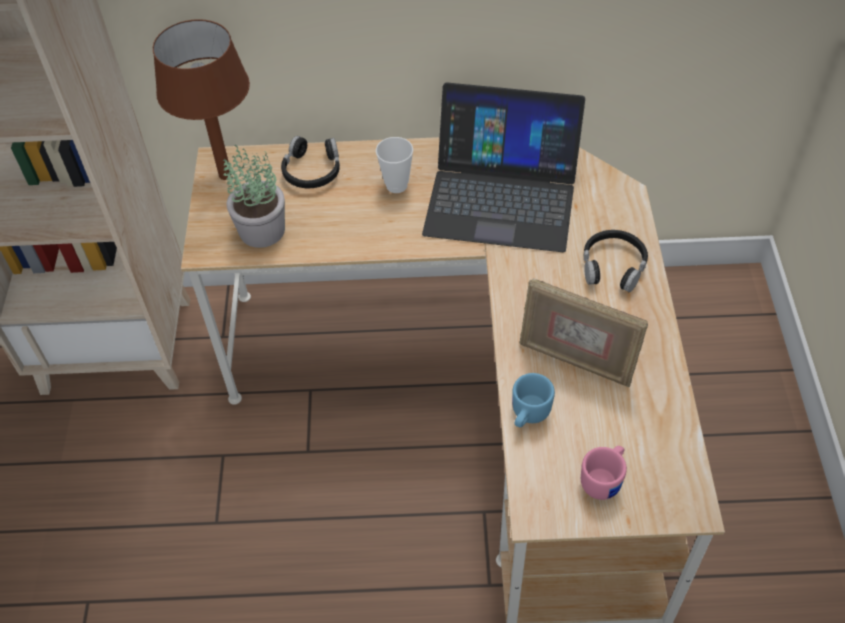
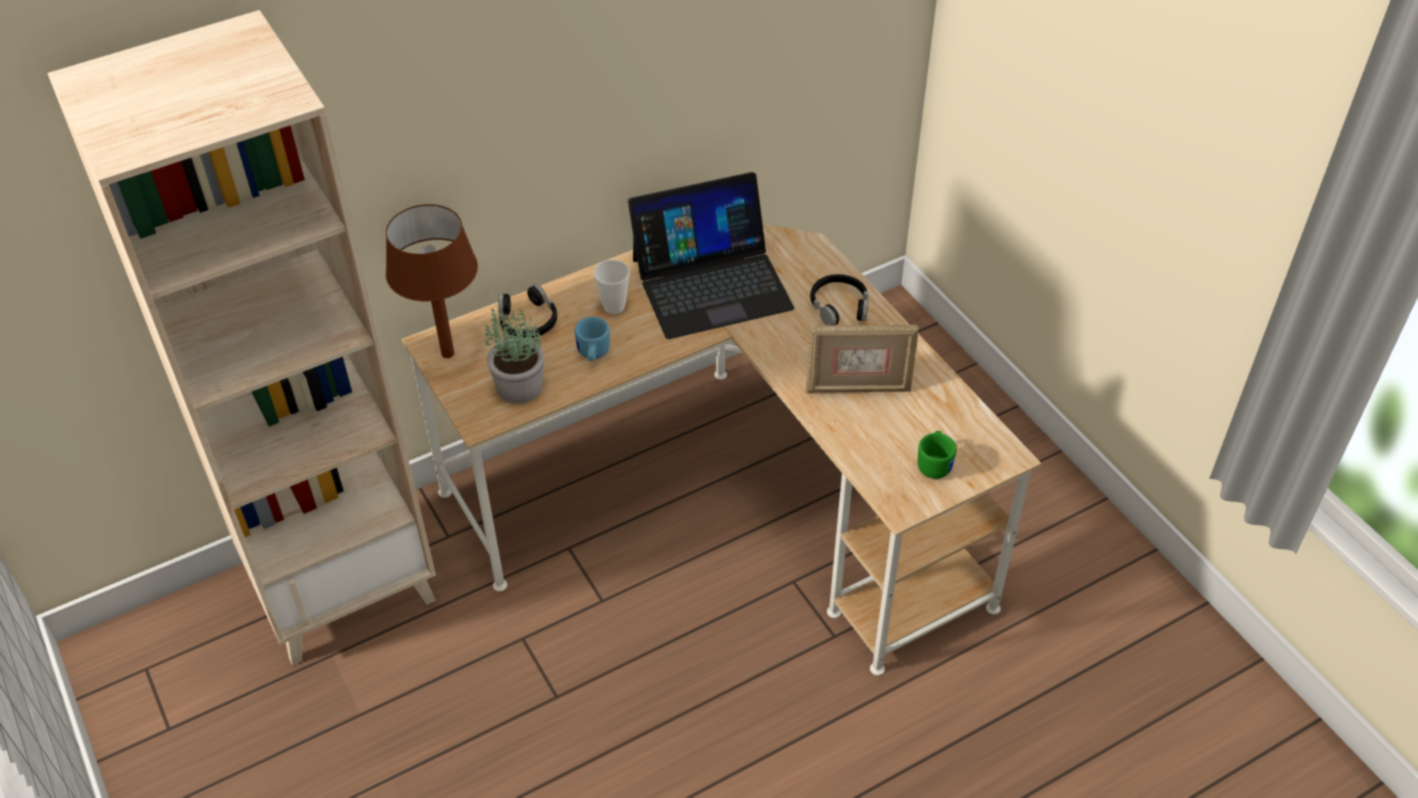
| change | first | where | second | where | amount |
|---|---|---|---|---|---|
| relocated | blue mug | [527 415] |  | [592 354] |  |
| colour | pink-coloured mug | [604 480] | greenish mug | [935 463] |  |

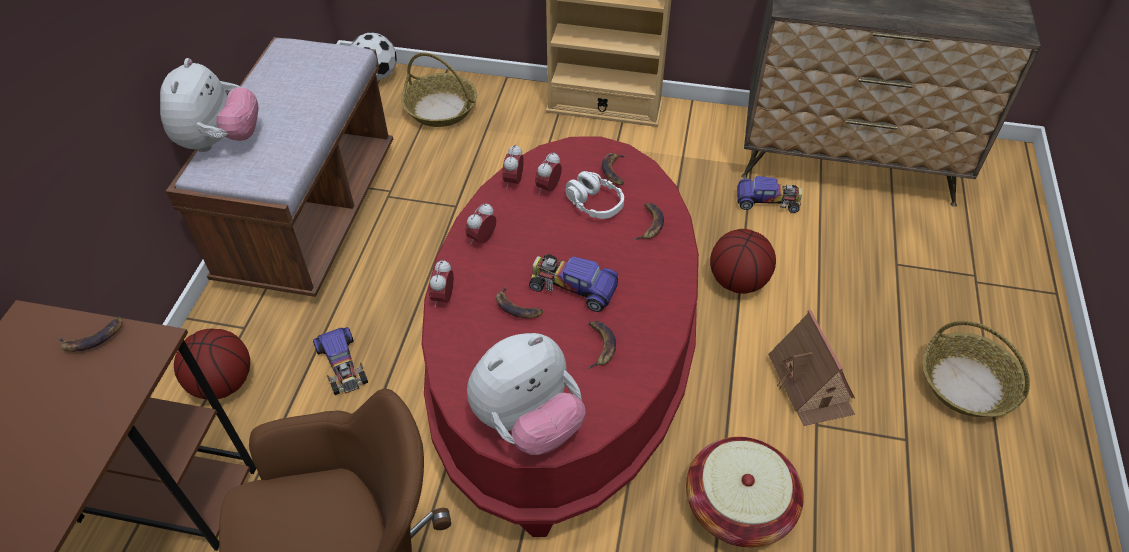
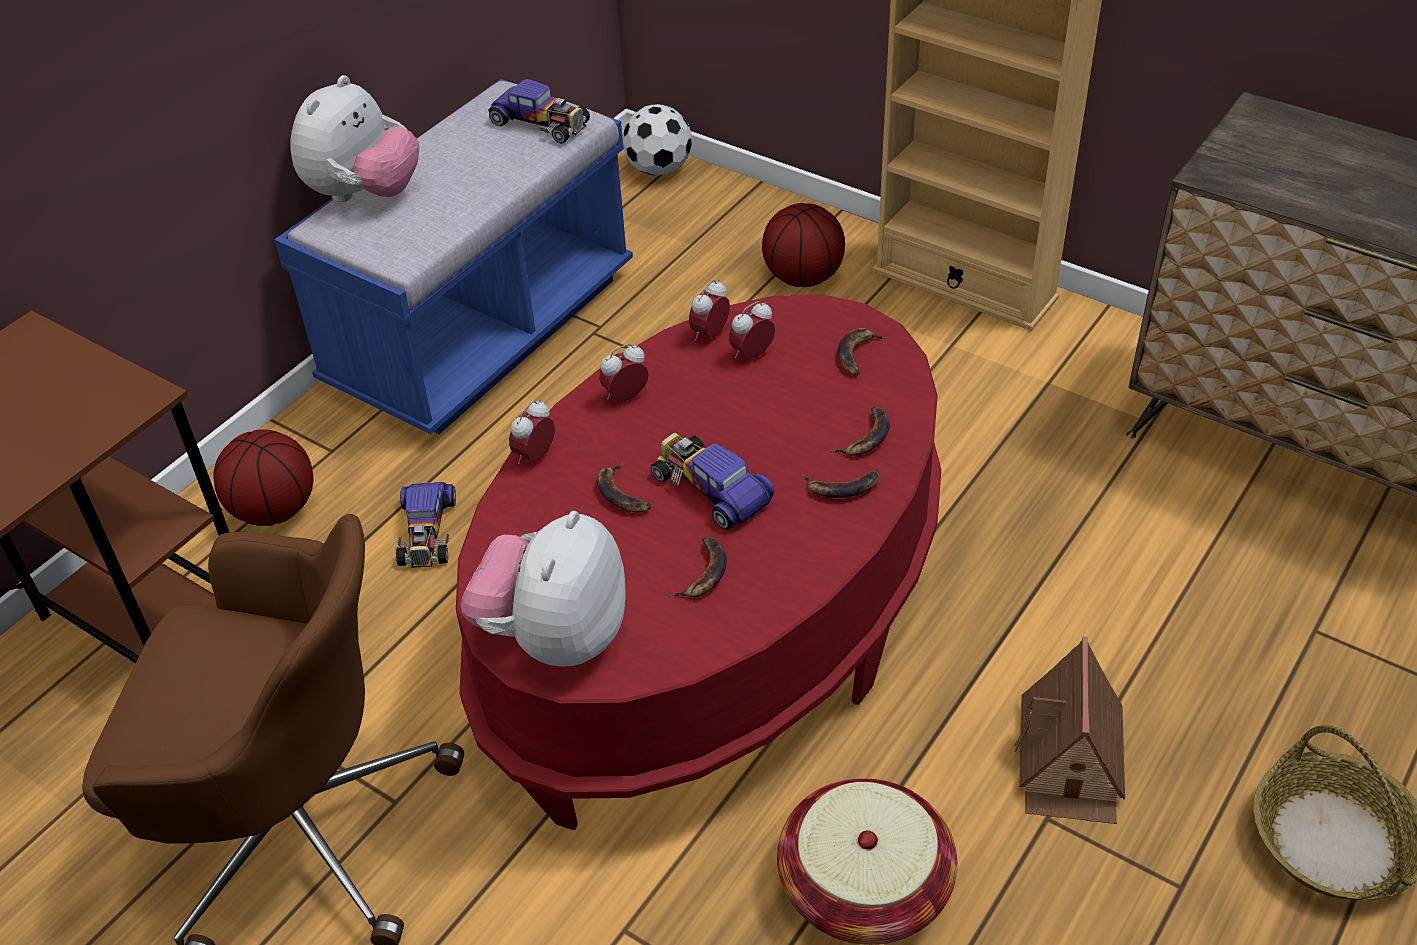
| change | first | where | second | where | amount |
|---|---|---|---|---|---|
| colour | brownish indoor bench | [310 215] | blue indoor bench | [481 332] |  |
| missing | basket | [441 109] |  |  |  |
| missing | white headset | [594 203] |  |  |  |
| relocated | toy car | [767 200] |  | [540 122] |  |
| relocated | basketball | [738 281] |  | [804 278] |  |
| relocated | whole banana | [93 338] |  | [843 487] |  |
| spun | cuddly toy | [528 422] |  | [555 637] | 120 degrees clockwise |

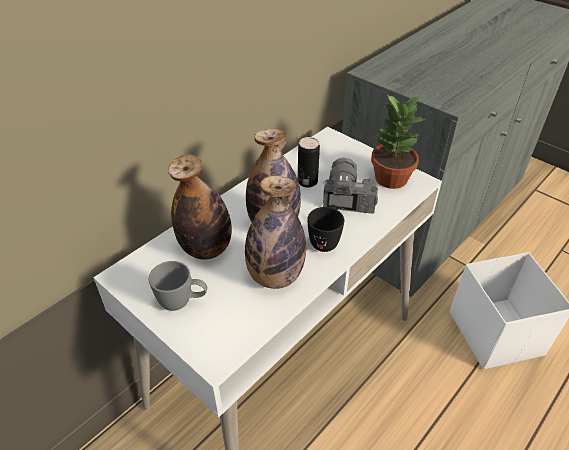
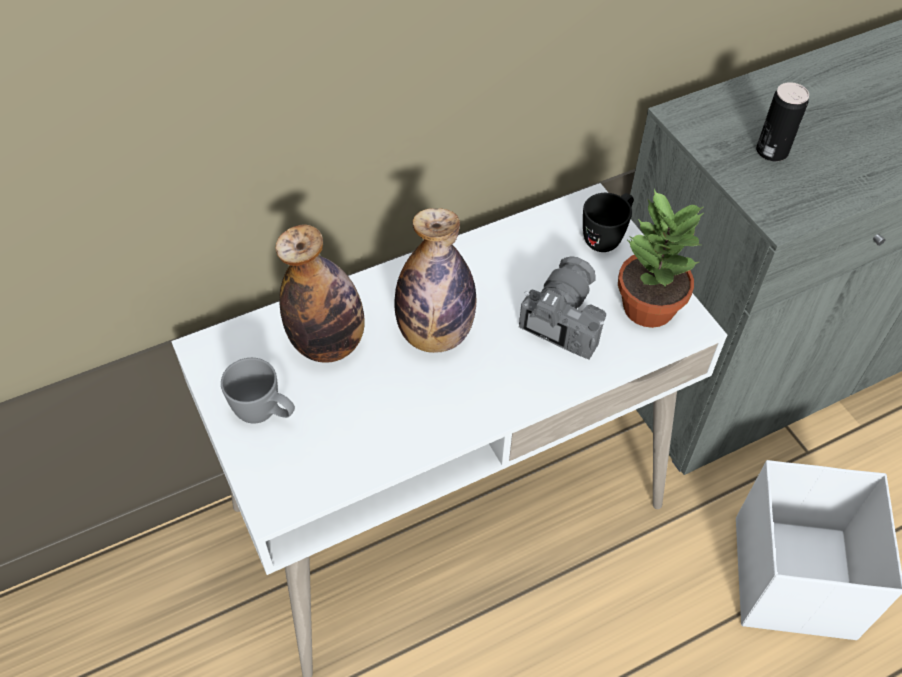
| change | first | where | second | where | amount |
|---|---|---|---|---|---|
| relocated | can | [307 182] |  | [771 151] |  |
| missing | beverage bottle | [275 276] |  |  |  |
| relocated | blackish mug | [326 240] |  | [606 237] |  |

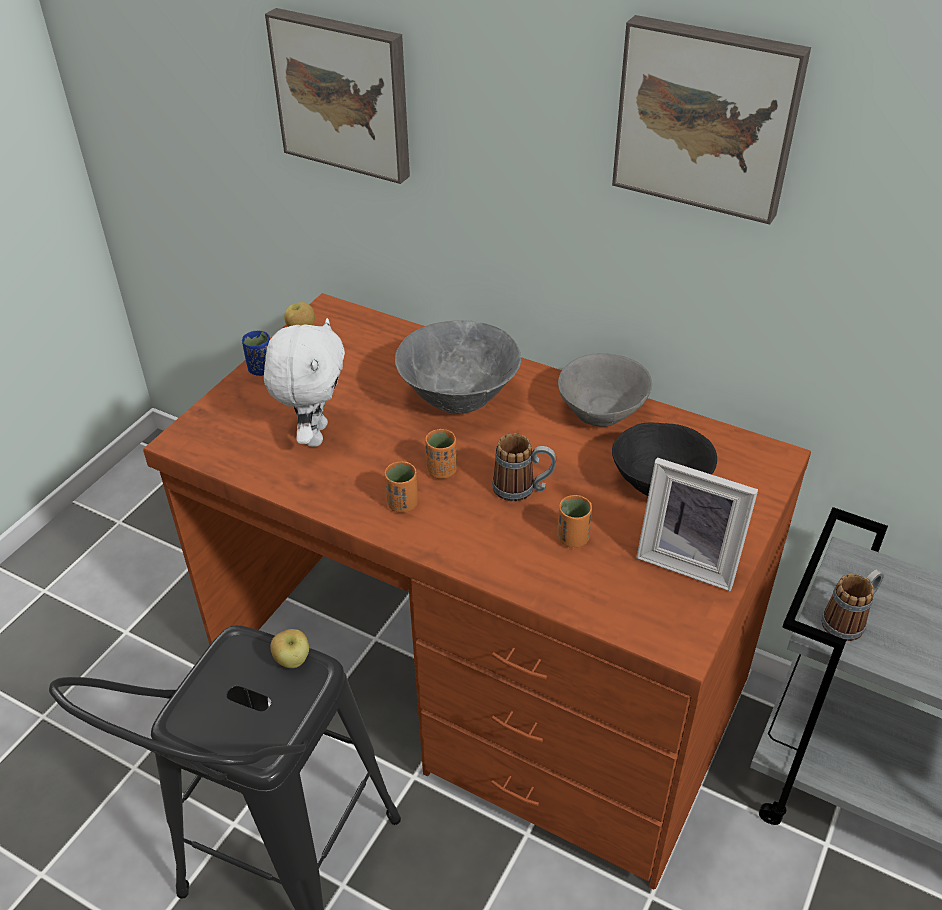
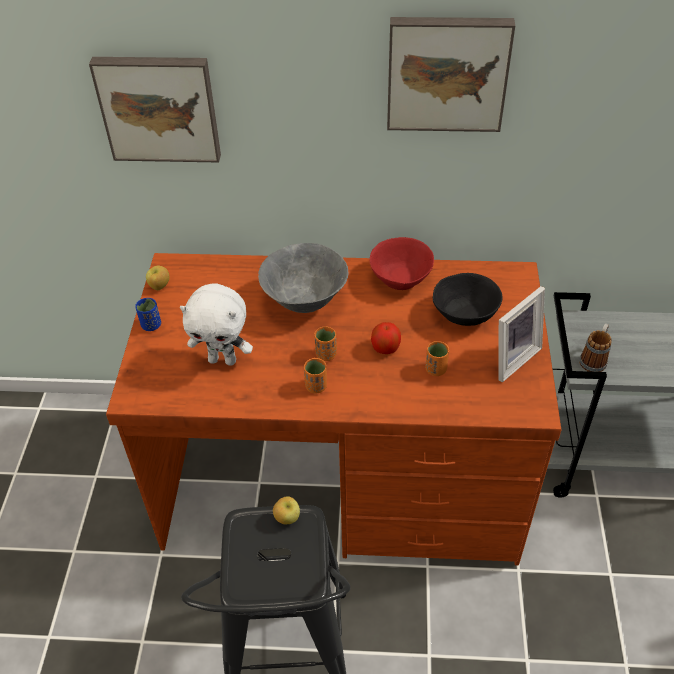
| change | first | where | second | where | amount |
|---|---|---|---|---|---|
| spun | white cuddly toy | [314 434] |  | [223 360] | 120 degrees clockwise |
| colour | gray bowl | [601 411] | red-coloured bowl | [400 278] |  |
| exchanged | mug | [523 489] | apple | [385 348] |  |
| spun | photo frame | [689 560] |  | [510 357] | 45 degrees counterclockwise |

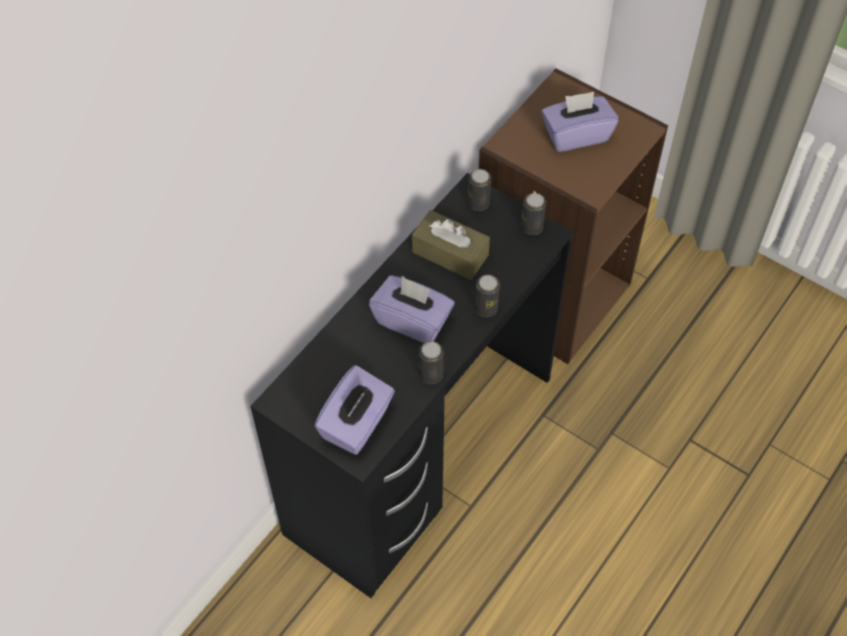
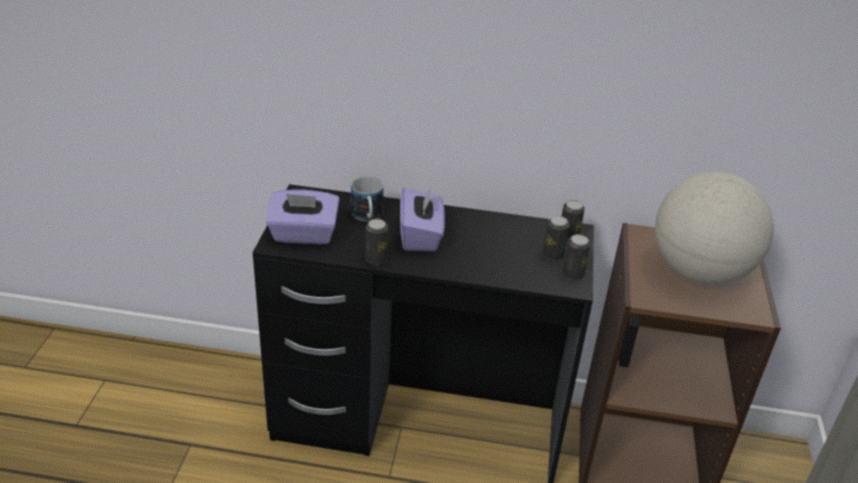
| change | first | where | second | where | amount |
|---|---|---|---|---|---|
| exchanged | purple-coloured tissue holder | [576 135] | desk globe | [699 272] |  |
| missing | brownish tissue holder | [450 253] |  |  |  |
| relocated | can | [486 308] |  | [553 255] |  |
| appeared |  |  | mug | [367 217] |  |

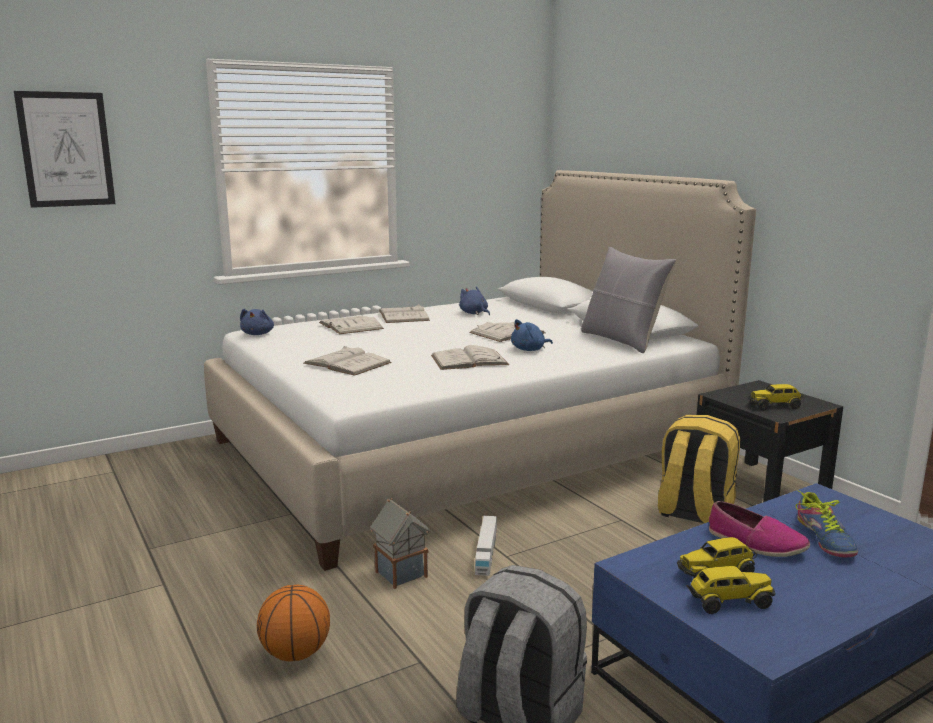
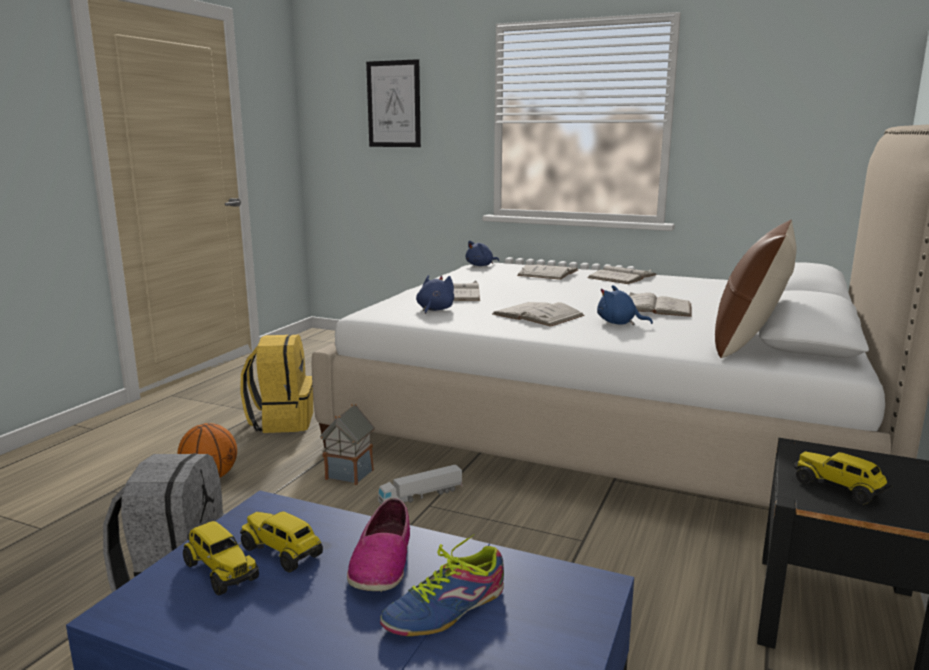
| change | first | where | second | where | amount |
|---|---|---|---|---|---|
| colour | gray pillow | [622 340] | brownish pillow | [748 343] |  |
| relocated | blue cuddly toy | [474 313] |  | [434 309] |  |
| relocated | yellow-coloured rucksack | [693 514] |  | [282 421] |  |

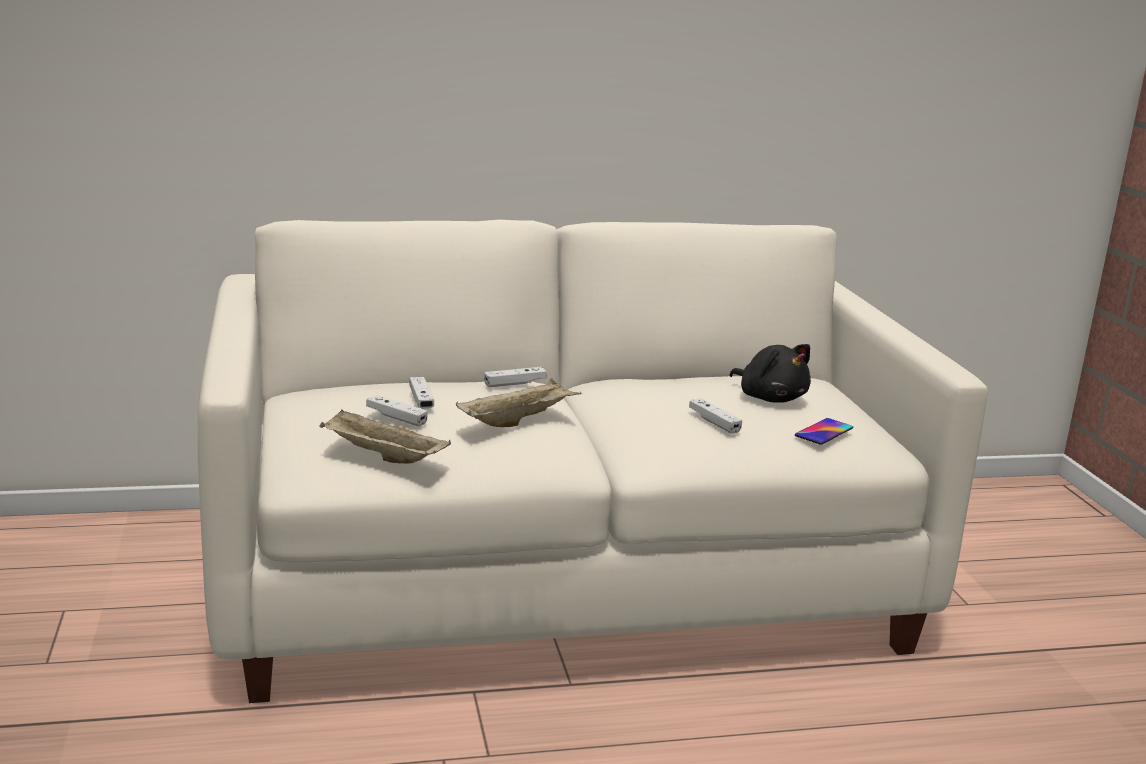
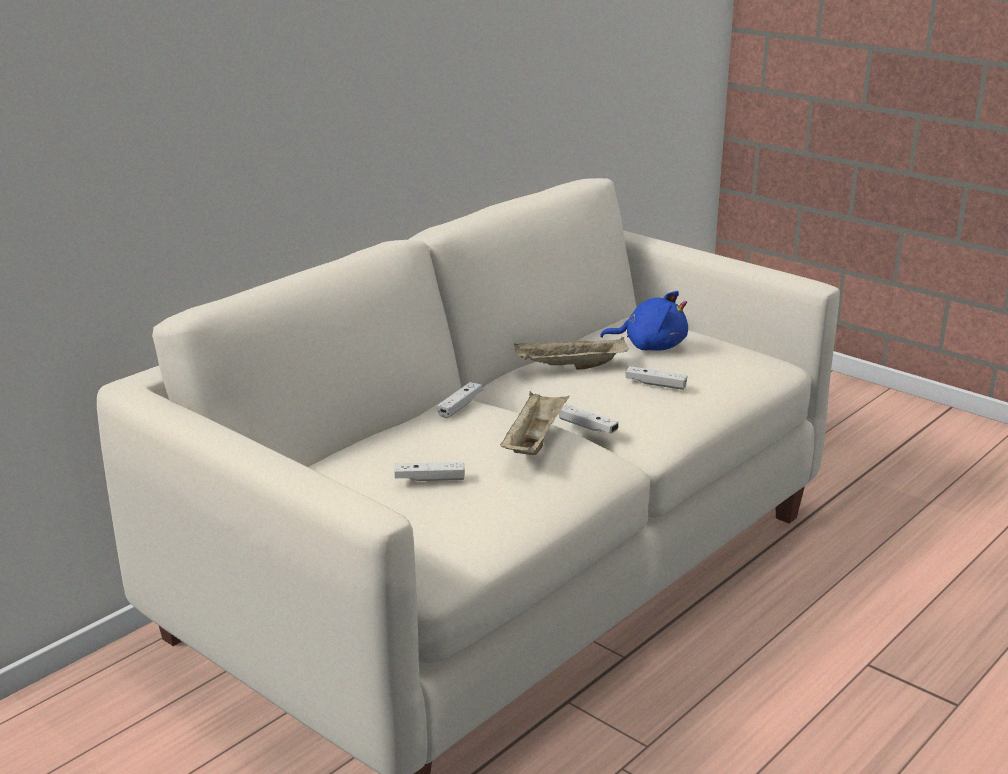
| change | first | where | second | where | amount |
|---|---|---|---|---|---|
| colour | blackish cuddly toy | [770 398] | blue cuddly toy | [650 346] |  |
| relocated | white game controller | [421 400] |  | [588 427] |  |
| relocated | beige-coloured tray | [381 456] |  | [569 368] |  |
| missing | phone | [824 432] |  |  |  |

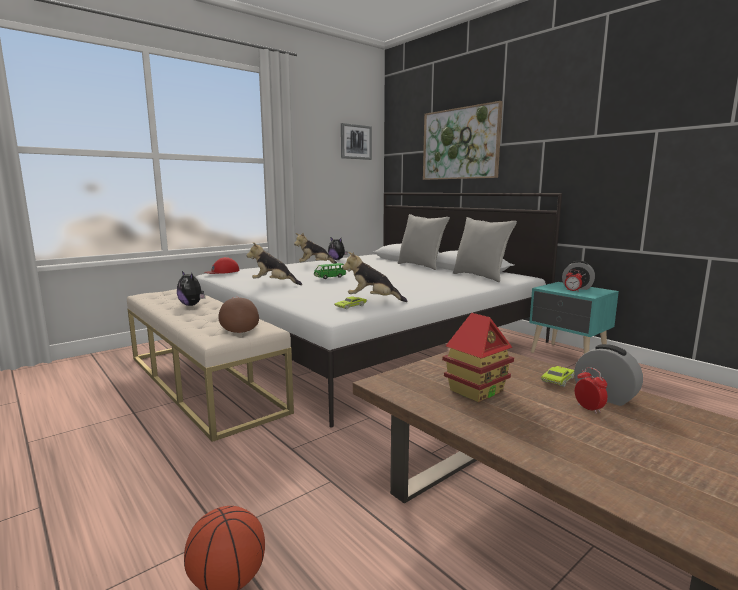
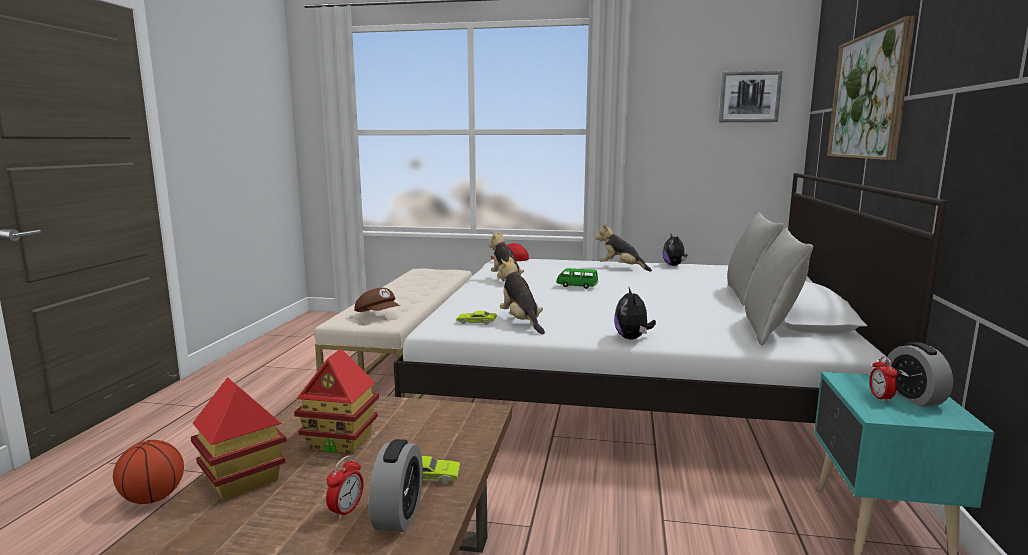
| change | first | where | second | where | amount |
|---|---|---|---|---|---|
| relocated | cuddly toy | [192 305] |  | [632 338] |  |
| spun | brownish baseball cap | [238 326] |  | [378 314] | 105 degrees clockwise |
| appeared |  |  | miniature house | [242 481] |  |

